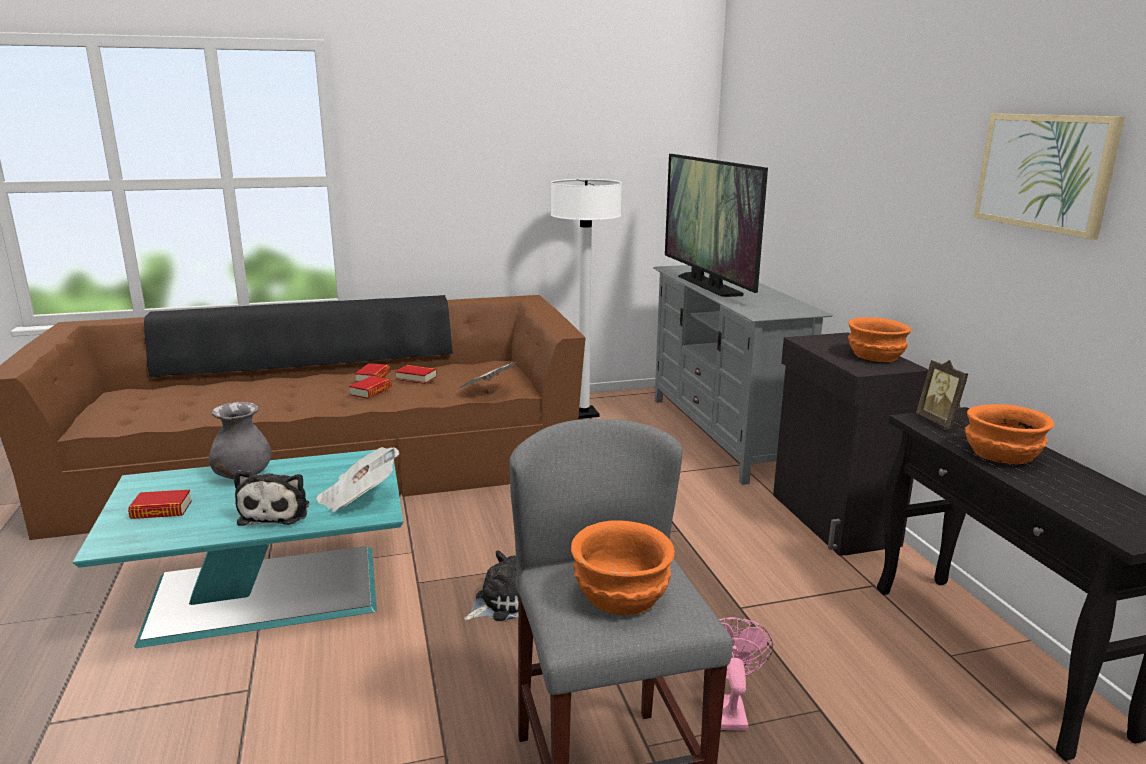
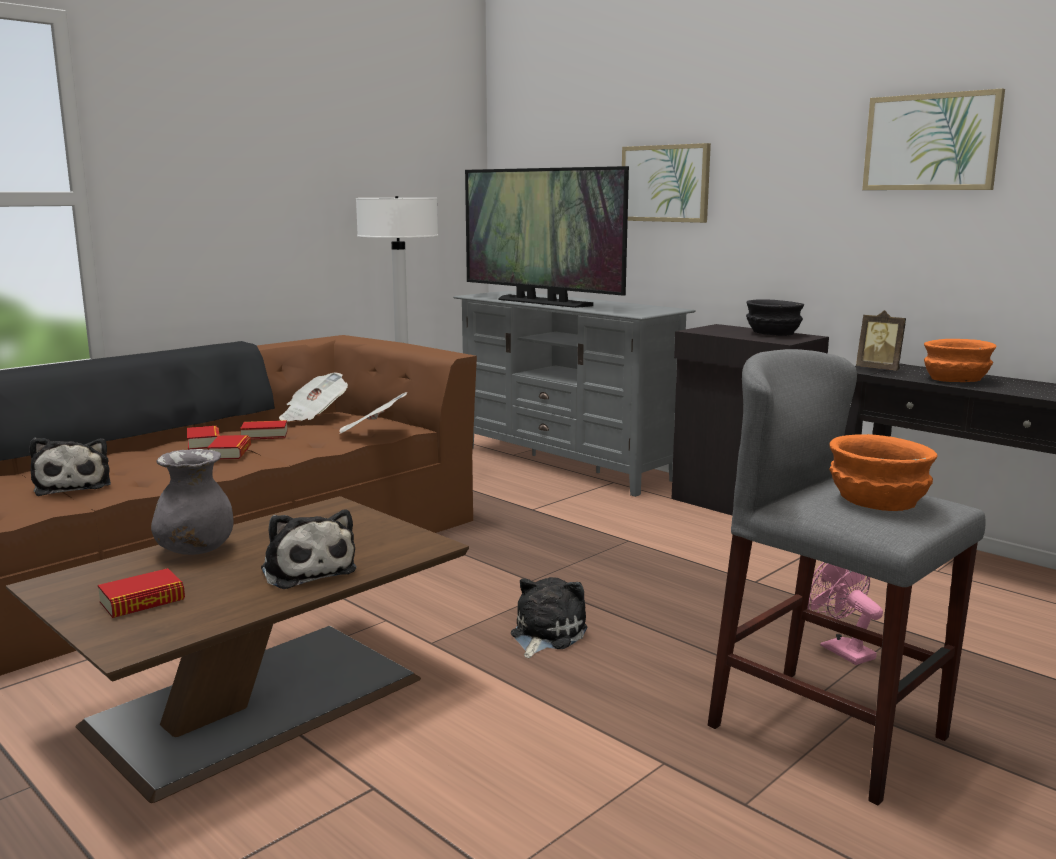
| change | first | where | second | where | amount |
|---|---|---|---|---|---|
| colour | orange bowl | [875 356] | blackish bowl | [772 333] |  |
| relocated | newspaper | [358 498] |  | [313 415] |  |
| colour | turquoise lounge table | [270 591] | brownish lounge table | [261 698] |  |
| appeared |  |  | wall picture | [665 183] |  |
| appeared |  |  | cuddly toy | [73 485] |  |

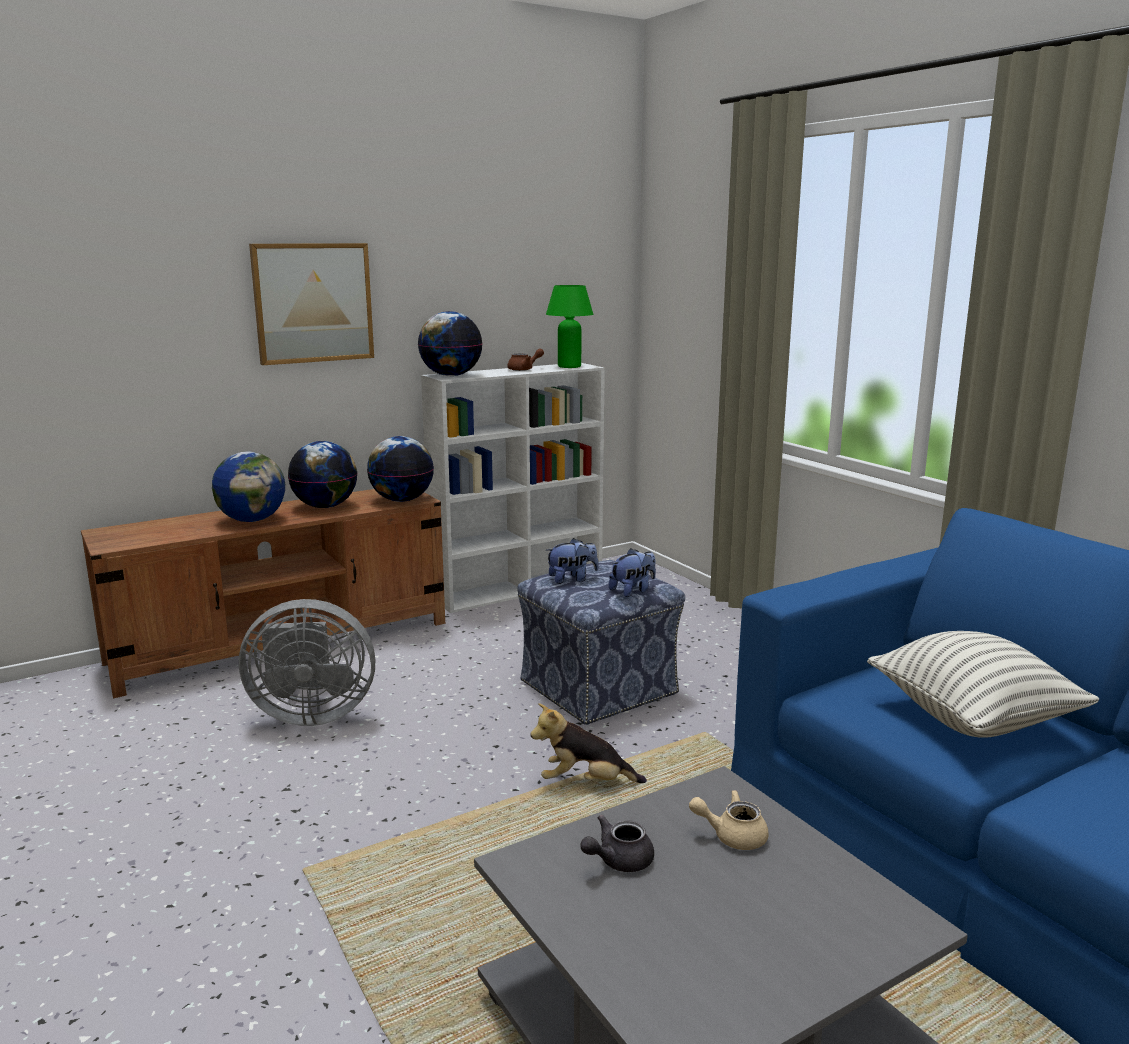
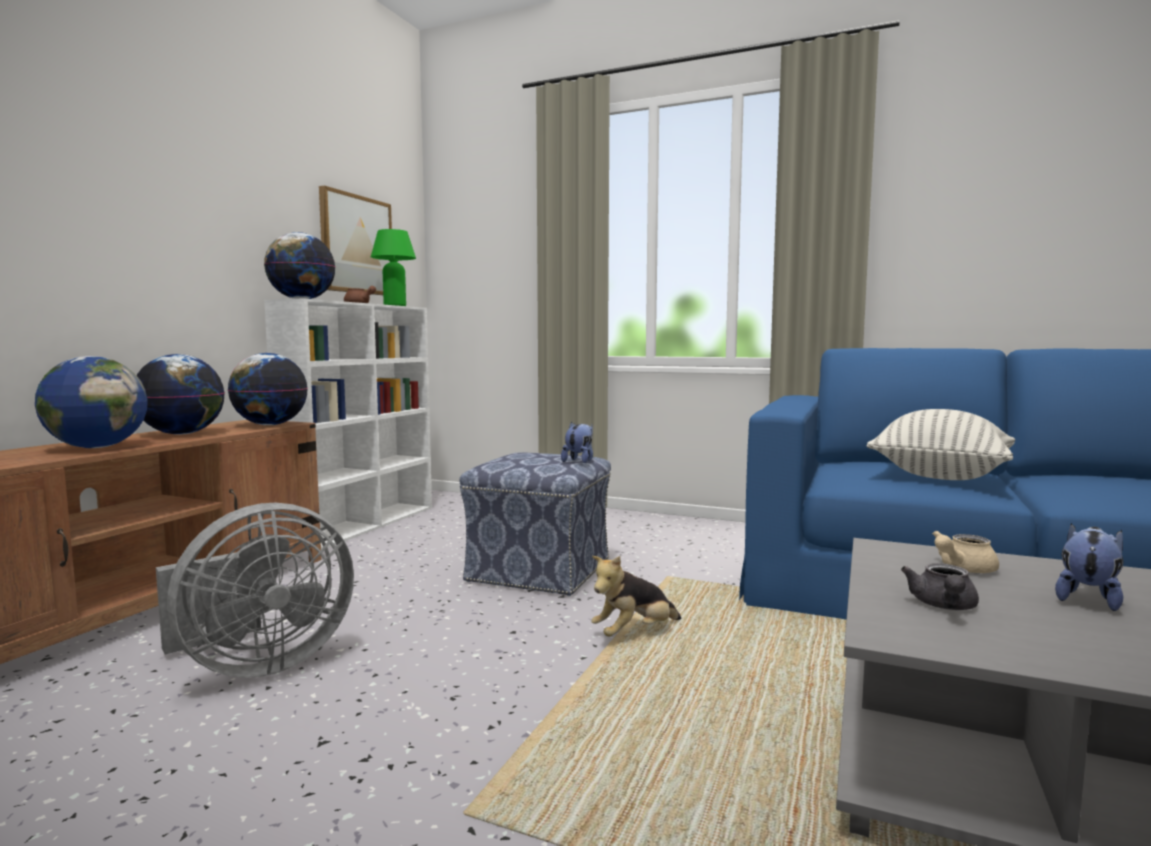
| change | first | where | second | where | amount |
|---|---|---|---|---|---|
| relocated | wall picture | [313 303] |  | [356 245] |  |
| relocated | cuddly toy | [572 579] |  | [1088 598] |  |

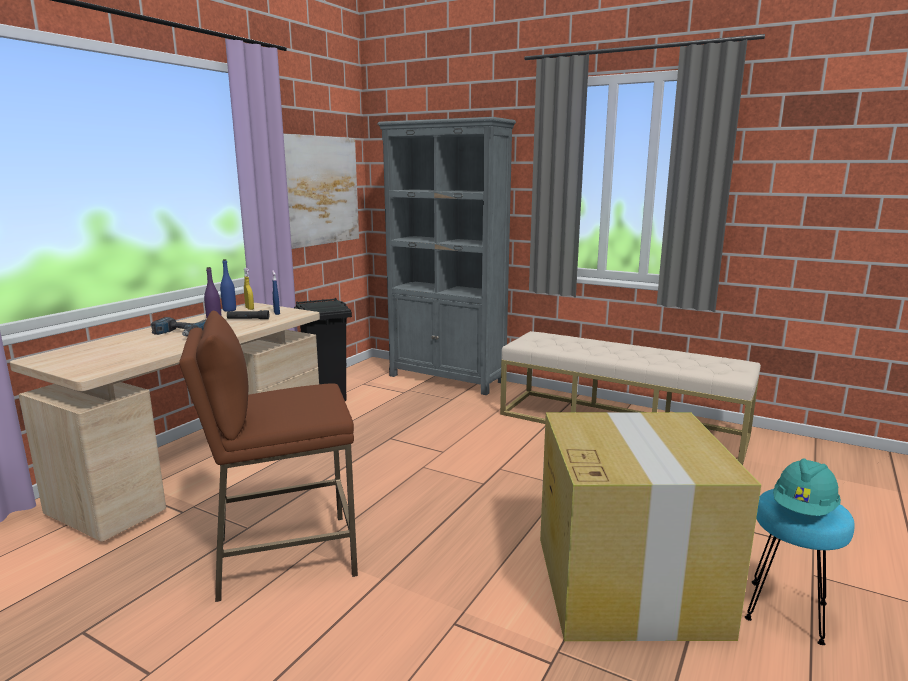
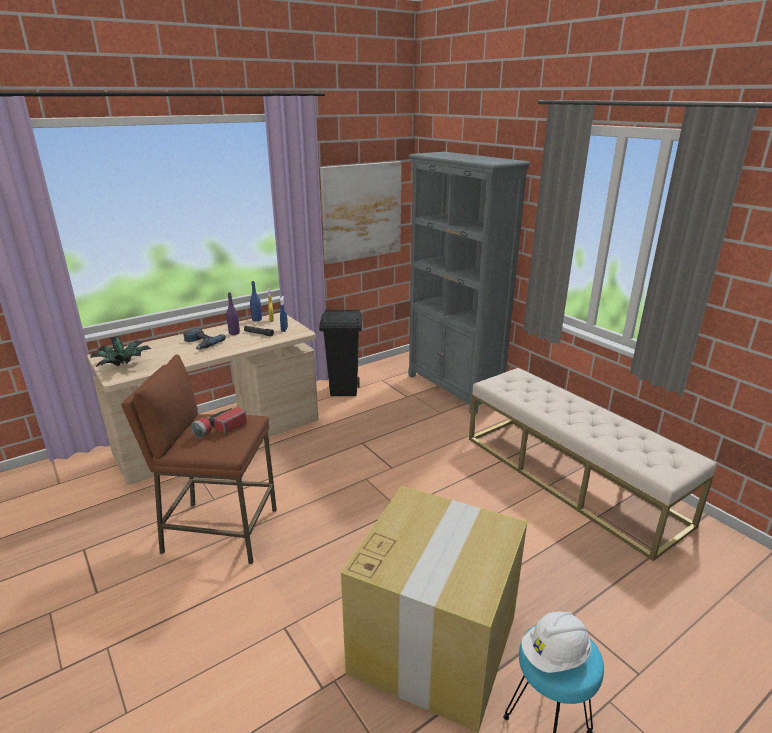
| change | first | where | second | where | amount |
|---|---|---|---|---|---|
| colour | turquoise work helmet | [804 509] | white work helmet | [555 655] |  |
| appeared |  |  | potted plant | [124 365] |  |
| appeared |  |  | hand torch | [220 429] |  |

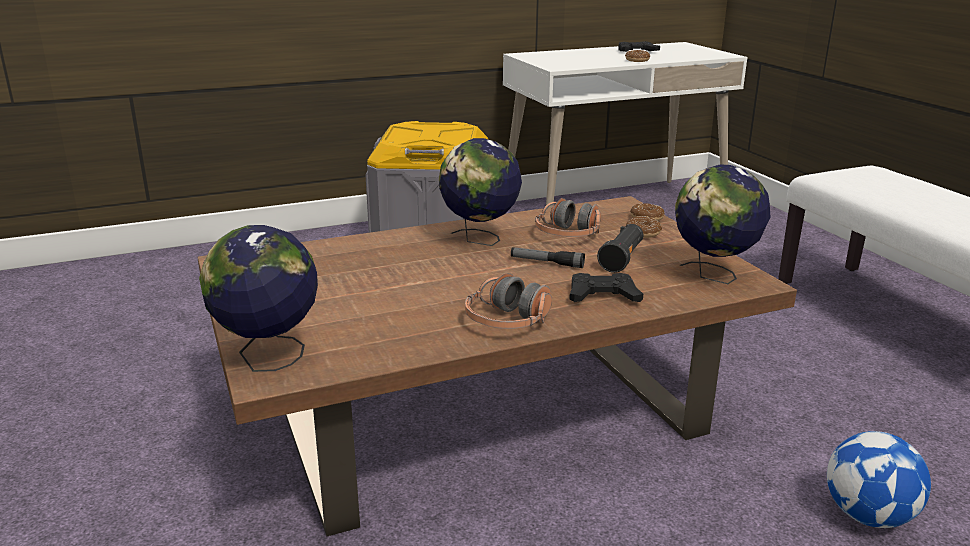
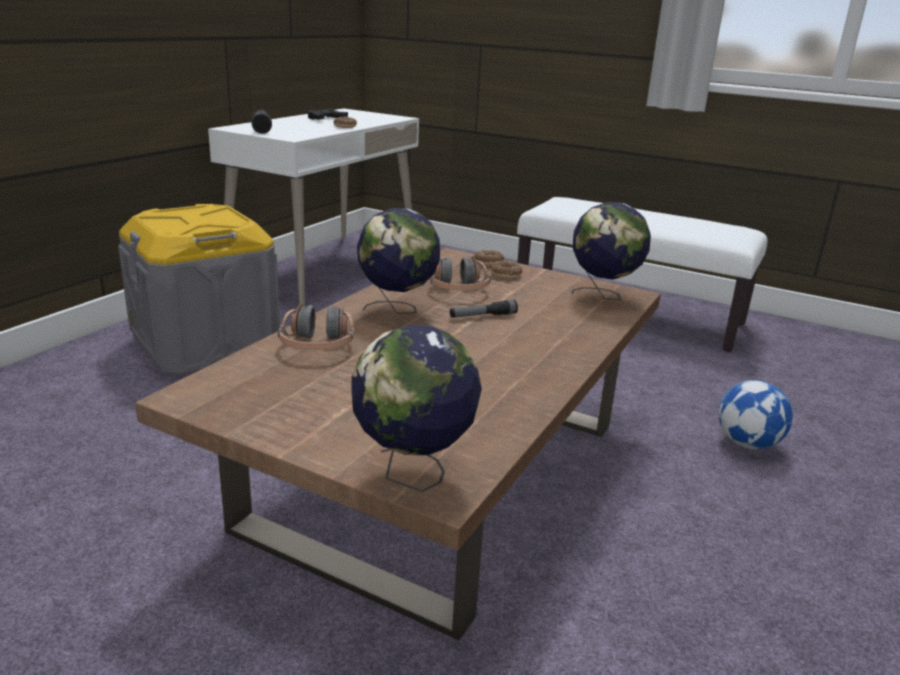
| change | first | where | second | where | amount |
|---|---|---|---|---|---|
| relocated | blackish hand torch | [622 259] |  | [262 130] |  |
| relocated | headset | [507 322] |  | [317 345] |  |
| missing | blackish game controller | [603 296] |  |  |  |

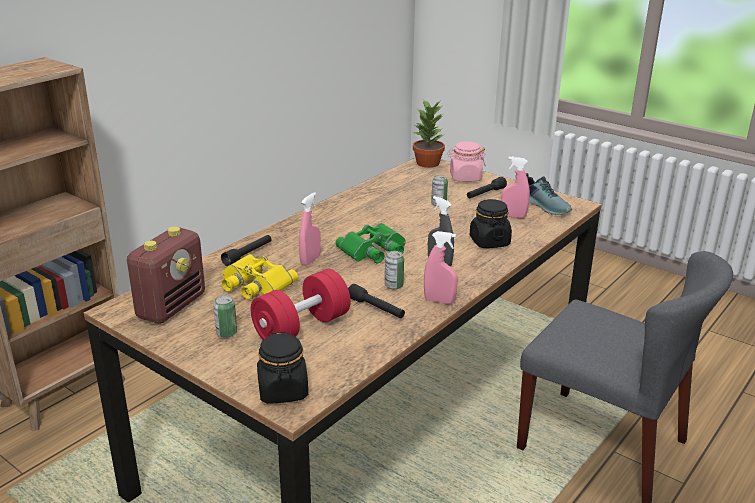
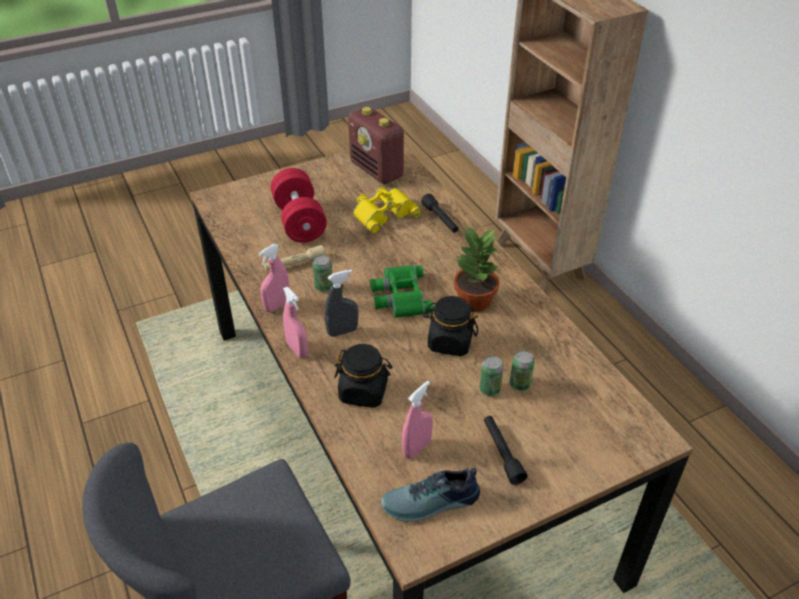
| change | first | where | second | where | amount |
|---|---|---|---|---|---|
| relocated | potted plant | [428 163] |  | [473 301] |  |
| missing | pink-coloured jar | [465 178] |  |  |  |
| relocated | pink-coloured hand sprayer | [310 260] |  | [297 349] |  |
| colour | blackish hand torch | [376 309] | beige-coloured hand torch | [294 265] |  |
| relocated | can | [226 333] |  | [520 384] |  |
| relocated | blackish jar | [283 391] |  | [449 342] |  |

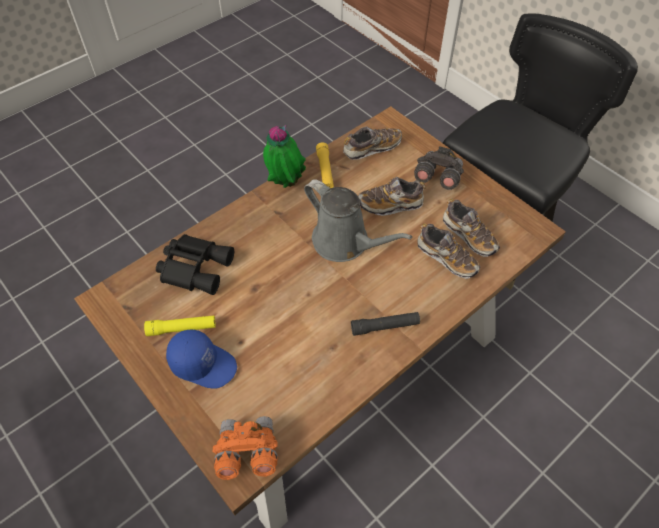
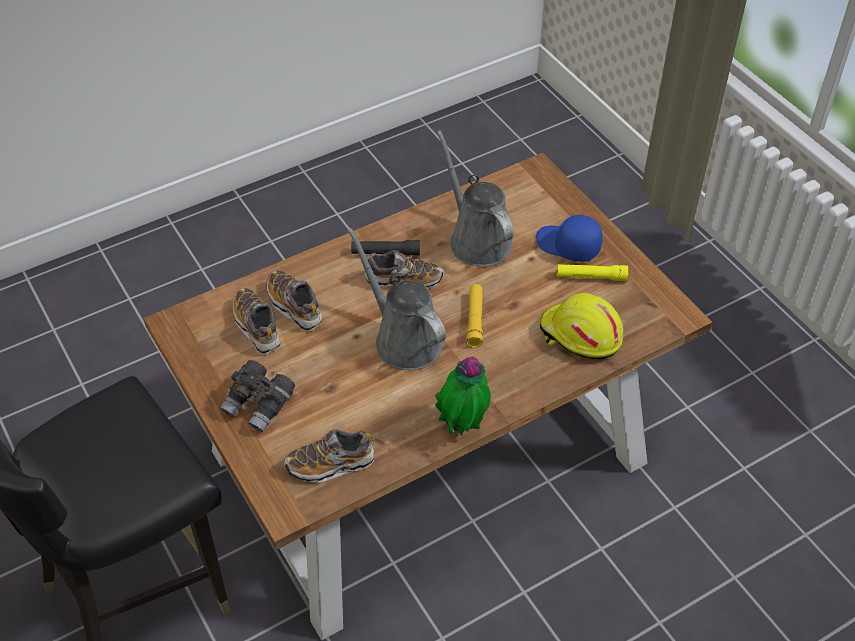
| change | first | where | second | where | amount |
|---|---|---|---|---|---|
| relocated | yellow-coloured hand torch | [325 171] |  | [475 320] |  |
| relocated | item of footwear | [390 204] |  | [403 279] |  |
| exchanged | blackish pair of binoculars | [195 267] | yellow-coloured work helmet | [580 335] |  |
| missing | orange pair of binoculars | [247 453] |  |  |  |
| appeared |  |  | gray sprinkling can | [477 239] |  |

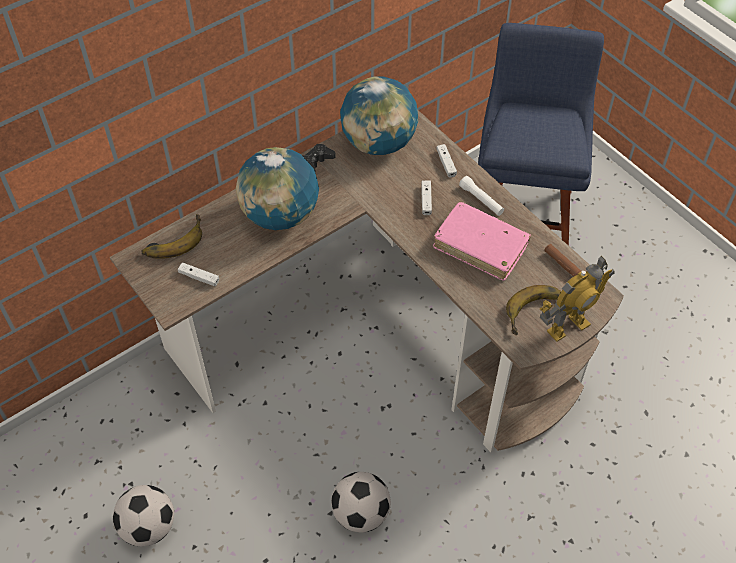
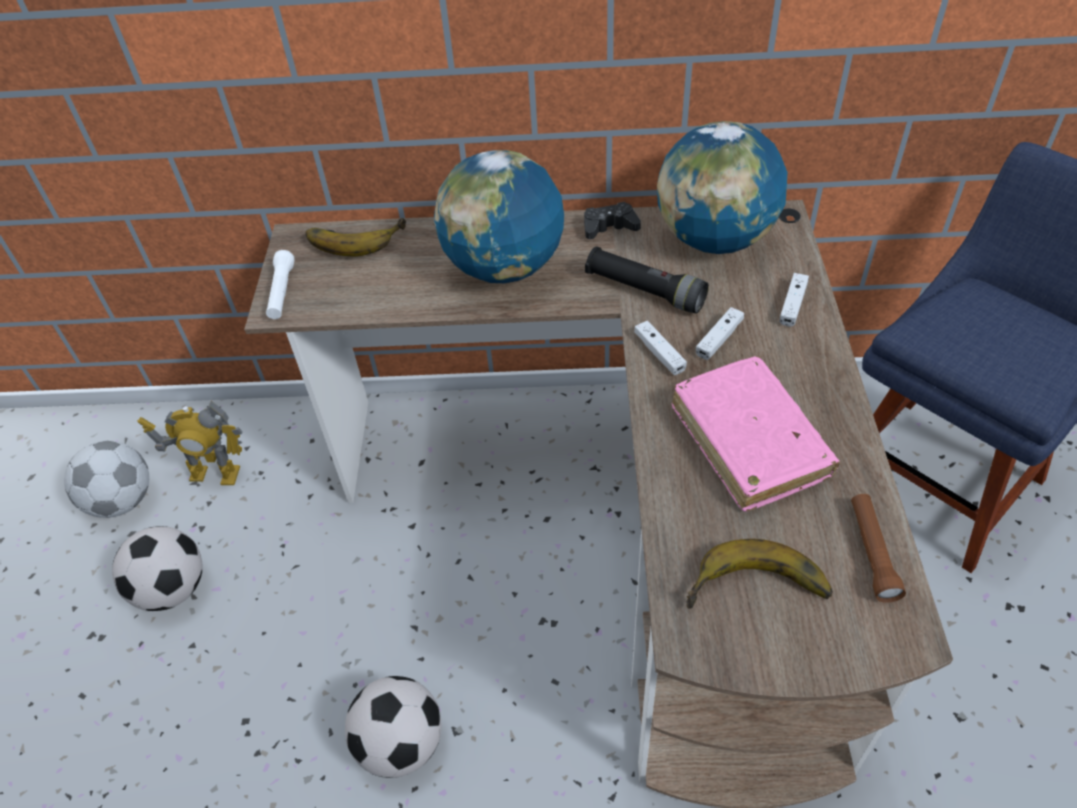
| change | first | where | second | where | amount |
|---|---|---|---|---|---|
| relocated | white hand torch | [481 200] |  | [281 292] |  |
| relocated | model robot | [567 326] |  | [215 474] |  |
| relocated | white game controller | [199 277] |  | [659 353] |  |
| appeared |  |  | blackish hand torch | [645 291] |  |
| appeared |  |  | football | [122 500] |  |

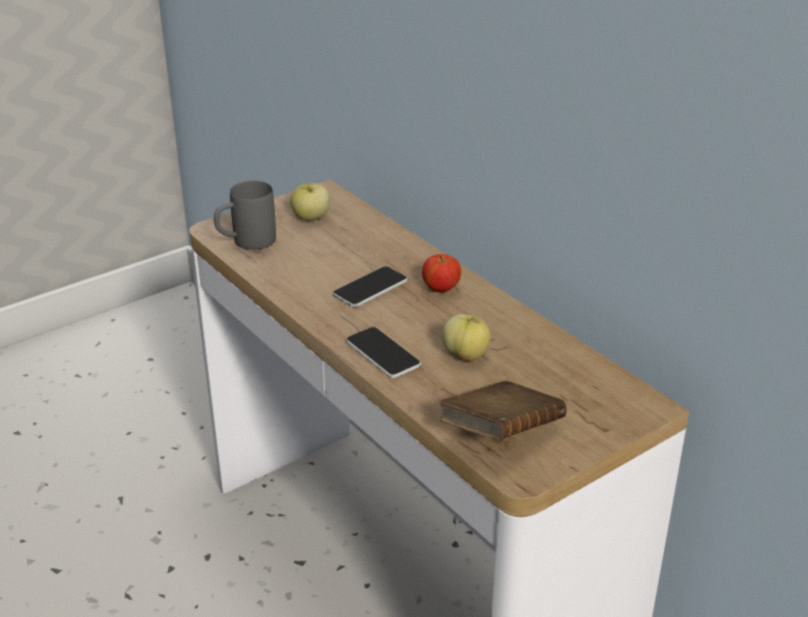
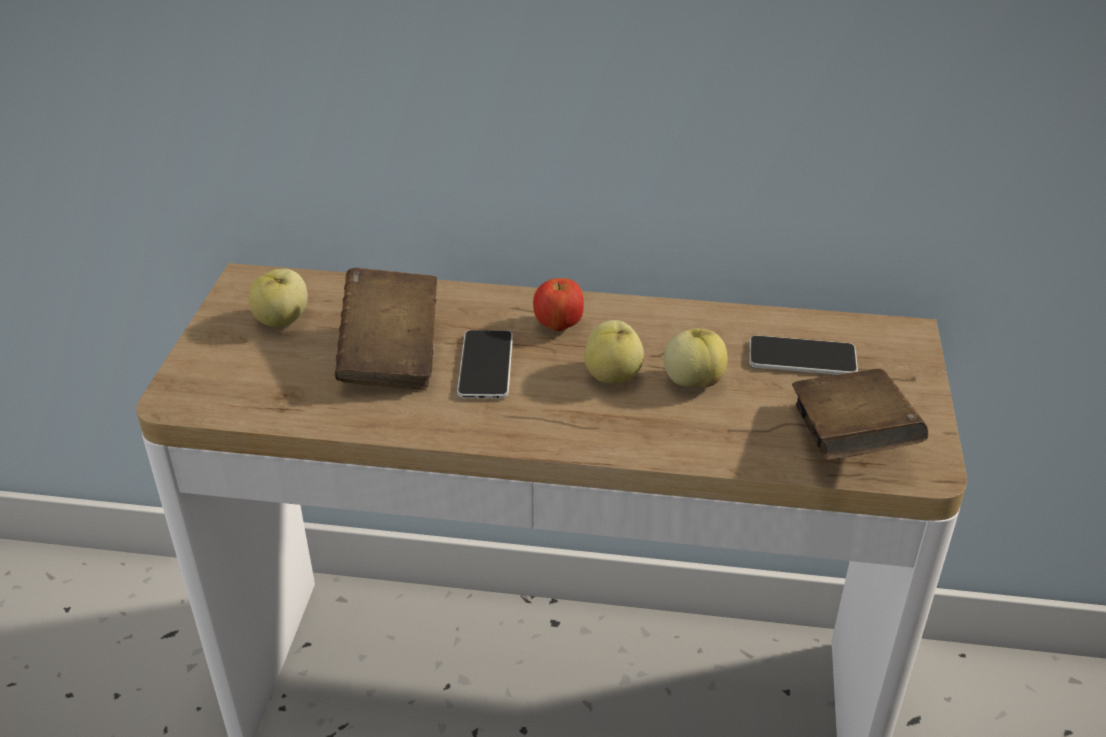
| change | first | where | second | where | amount |
|---|---|---|---|---|---|
| missing | gray mug | [246 242] |  |  |  |
| relocated | phone | [382 354] |  | [802 358] |  |
| appeared |  |  | brownish volume | [391 356] |  |
| appeared |  |  | apple | [613 375] |  |

